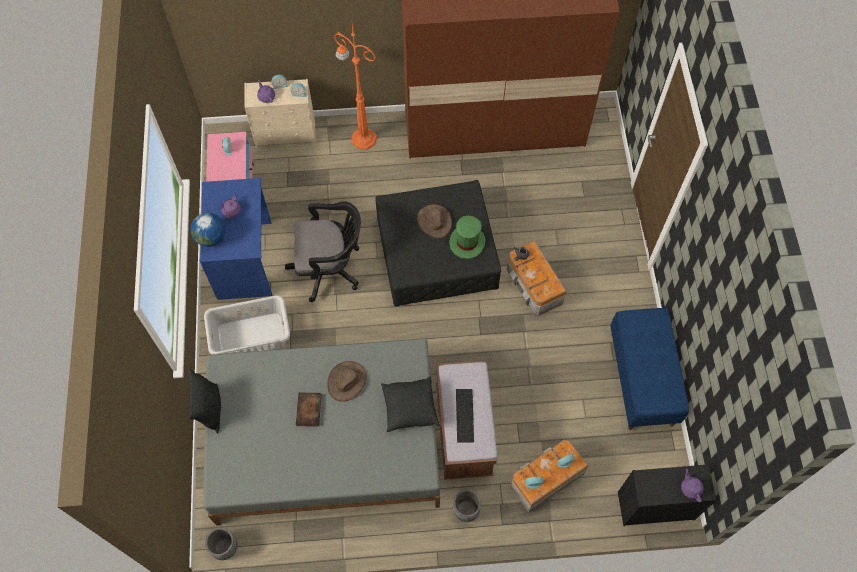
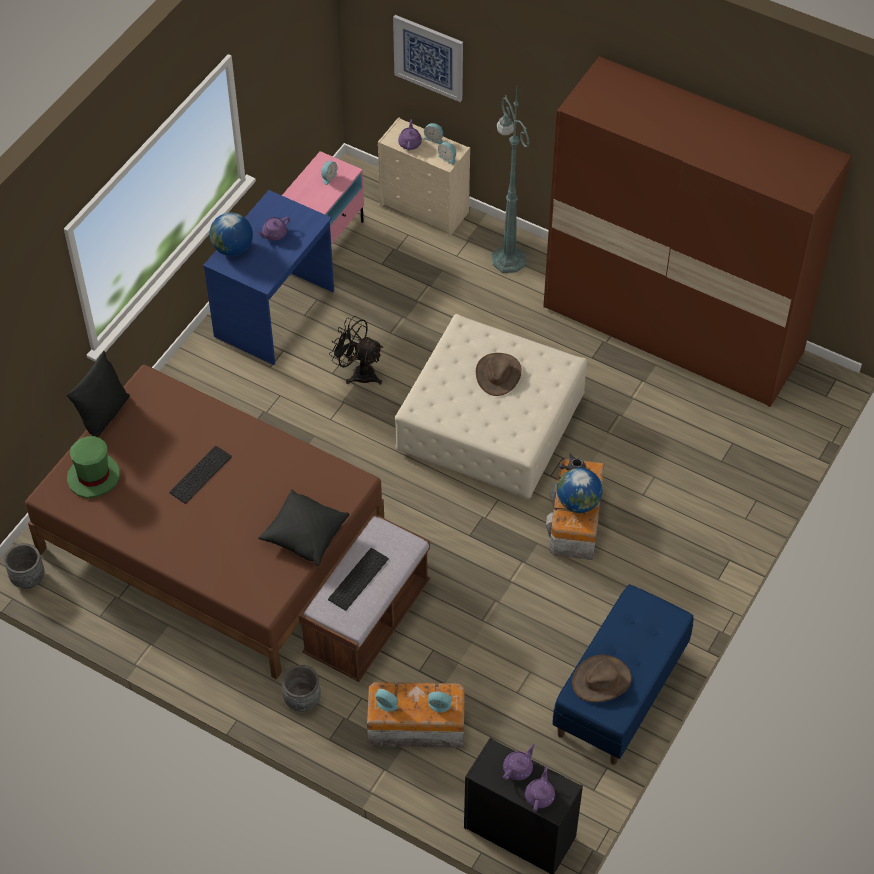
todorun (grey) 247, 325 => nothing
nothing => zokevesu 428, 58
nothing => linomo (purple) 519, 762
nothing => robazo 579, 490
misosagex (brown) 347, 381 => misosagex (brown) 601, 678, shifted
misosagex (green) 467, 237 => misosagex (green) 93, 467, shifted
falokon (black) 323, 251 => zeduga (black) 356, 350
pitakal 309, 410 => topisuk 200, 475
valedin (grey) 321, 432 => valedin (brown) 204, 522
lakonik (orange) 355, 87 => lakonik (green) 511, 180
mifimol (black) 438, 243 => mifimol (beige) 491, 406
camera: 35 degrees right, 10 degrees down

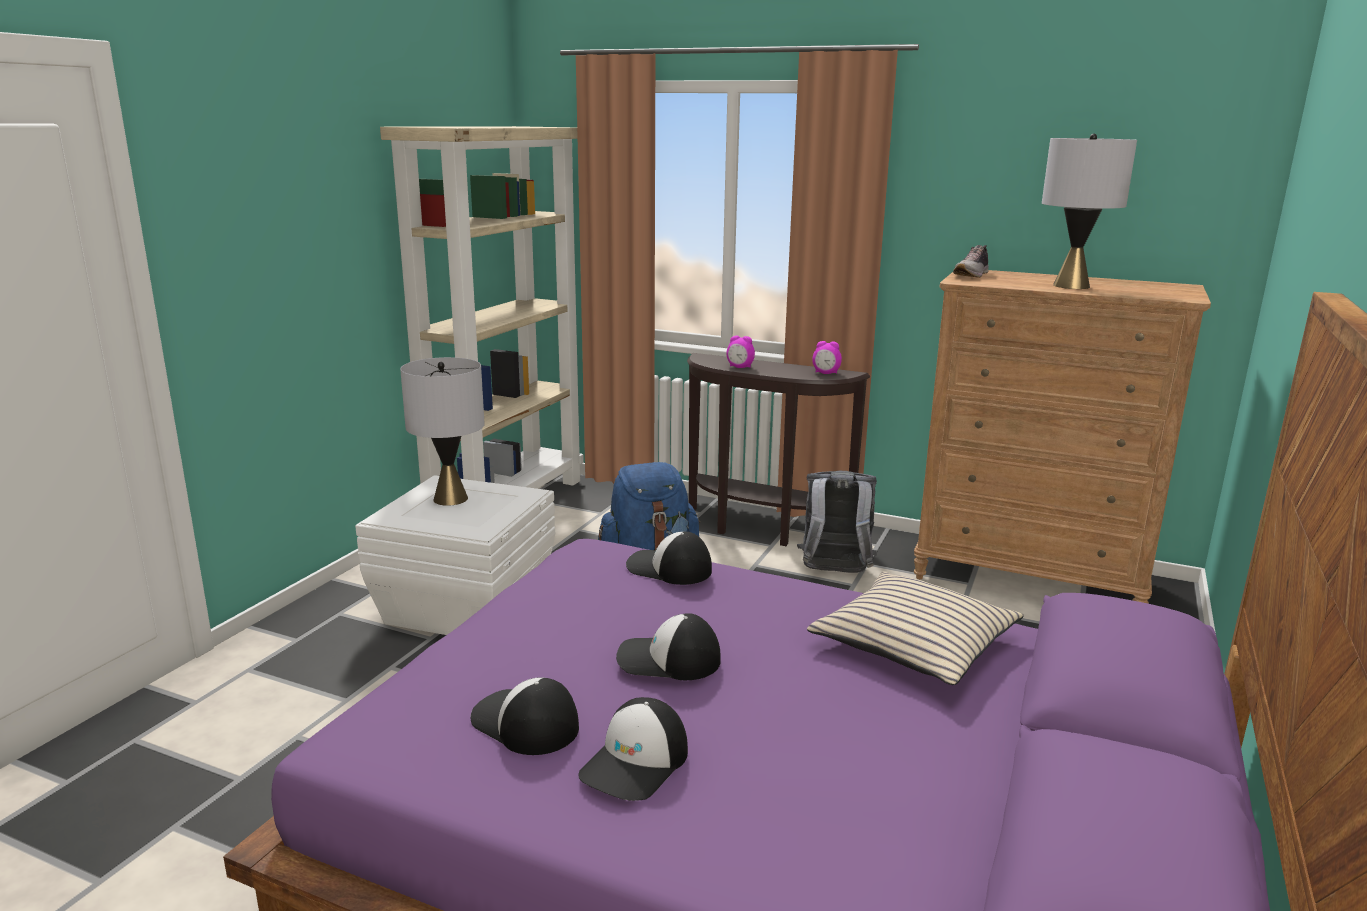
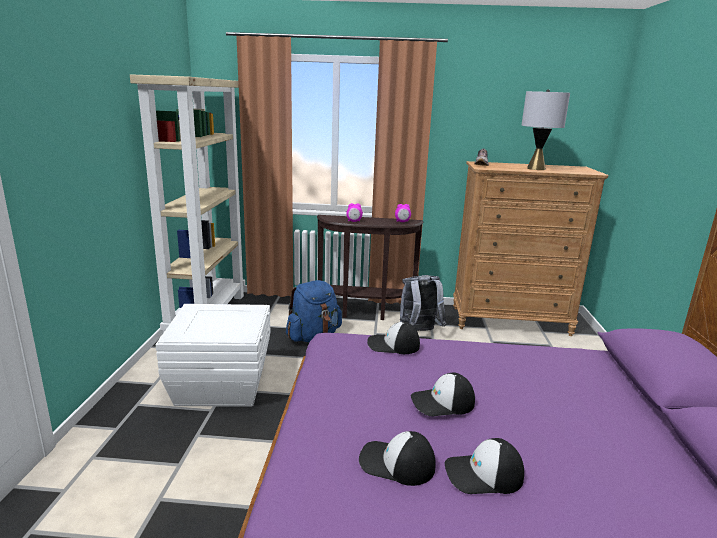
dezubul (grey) 442, 431 => nothing
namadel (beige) 915, 628 => nothing
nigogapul 633, 749 => nigogapul 484, 466, 75 degrees clockwise
camera: 20 degrees left, 0 degrees up

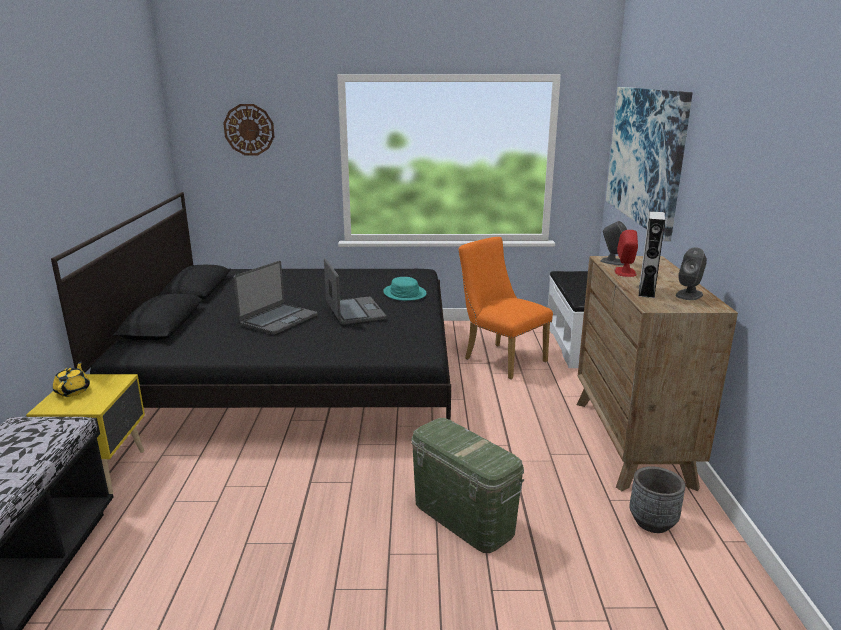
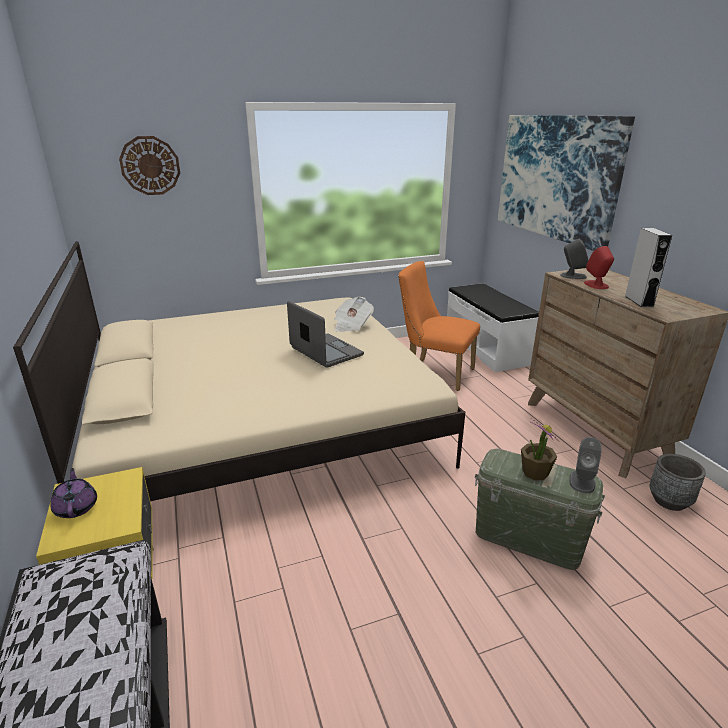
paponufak 275, 298 => nothing
nothing => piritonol 539, 449
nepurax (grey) 691, 273 => nepurax (grey) 585, 465, shifted
misosagex (turquoise) 405, 289 => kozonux 354, 314
valedin (black) 251, 306 => valedin (beige) 239, 371
linomo (yellow) 71, 379 => linomo (purple) 73, 493
camera: 20 degrees left, 5 degrees up

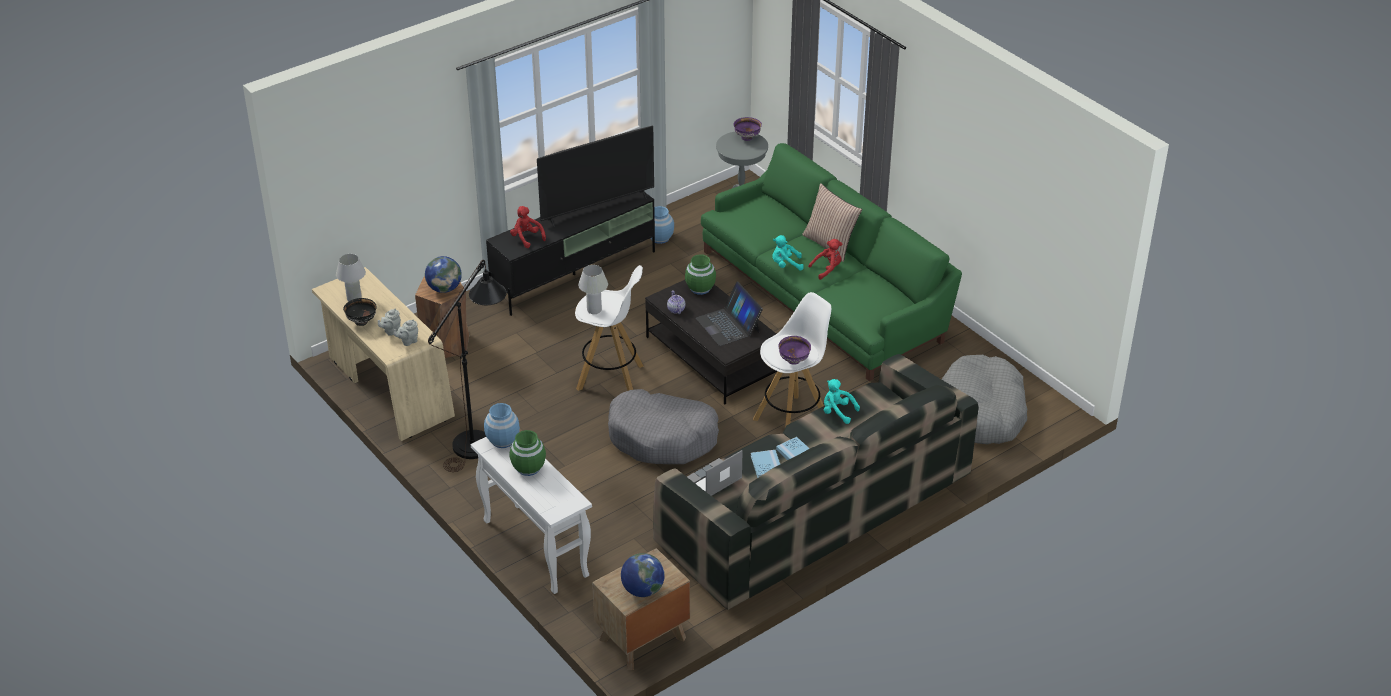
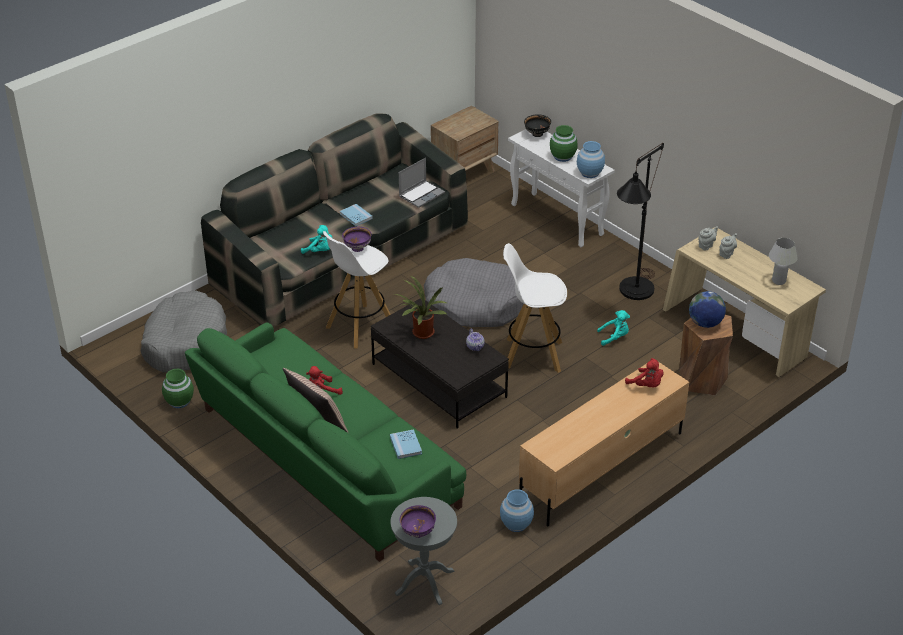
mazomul 595, 176 => nothing
dezubul (white) 593, 289 => nothing
robazo 643, 575 => nothing
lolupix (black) 360, 312 => lolupix (black) 537, 125, shifted
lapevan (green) 700, 274 => lapevan (green) 178, 388, shifted
pitakal (blue) 765, 464 => pitakal (blue) 406, 444, shifted
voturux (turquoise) 788, 252 => voturux (turquoise) 613, 328, shifted
paponufak 729, 314 => piritonol 421, 307
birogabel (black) 570, 254 => birogabel (beige) 604, 444
camera: 175 degrees right, 0 degrees up

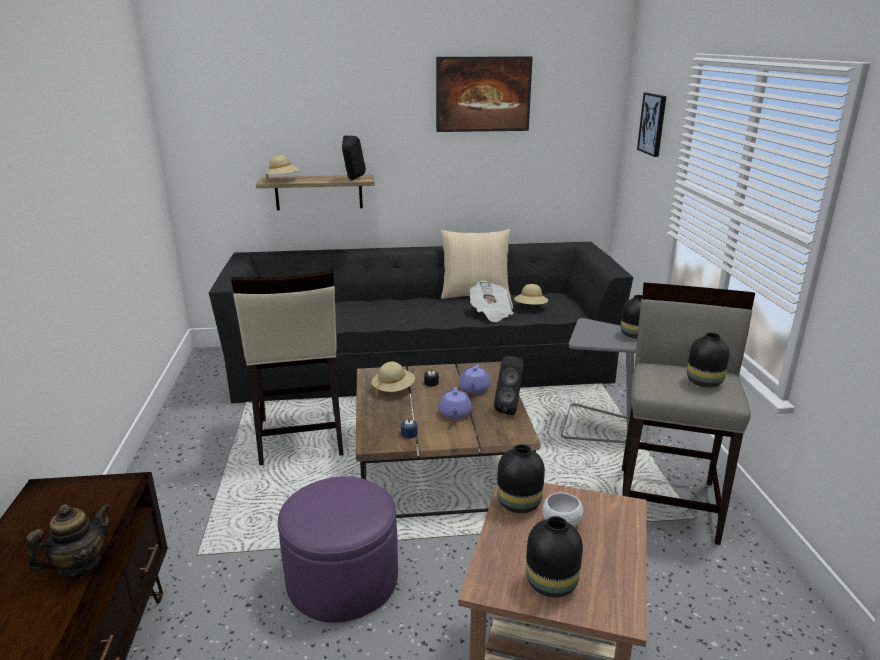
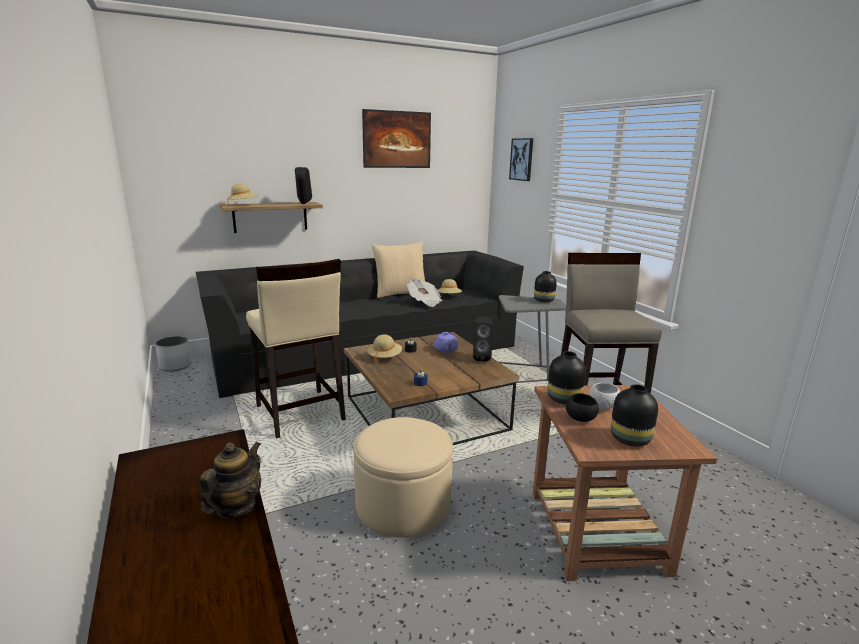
linomo (purple) 455, 403 => nothing
lapevan (black) 708, 360 => nothing
nothing => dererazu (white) 173, 353
nothing => lolupix (black) 582, 407
mifimol (purple) 338, 549 => mifimol (beige) 403, 477
camera: 20 degrees left, 5 degrees down

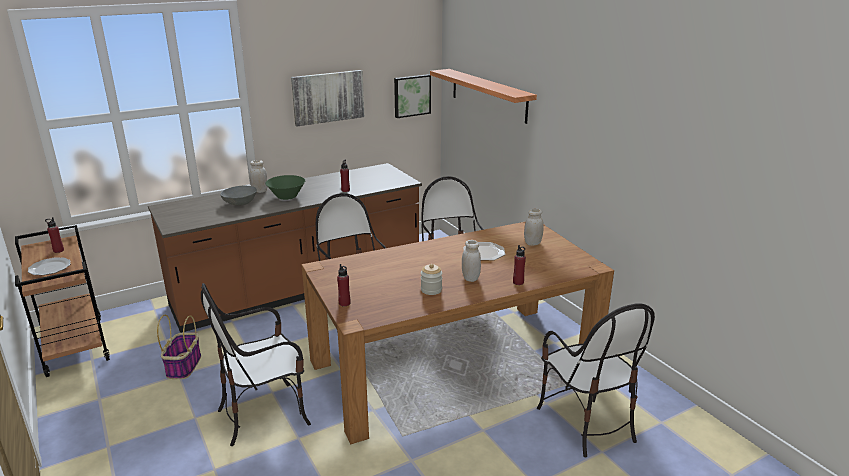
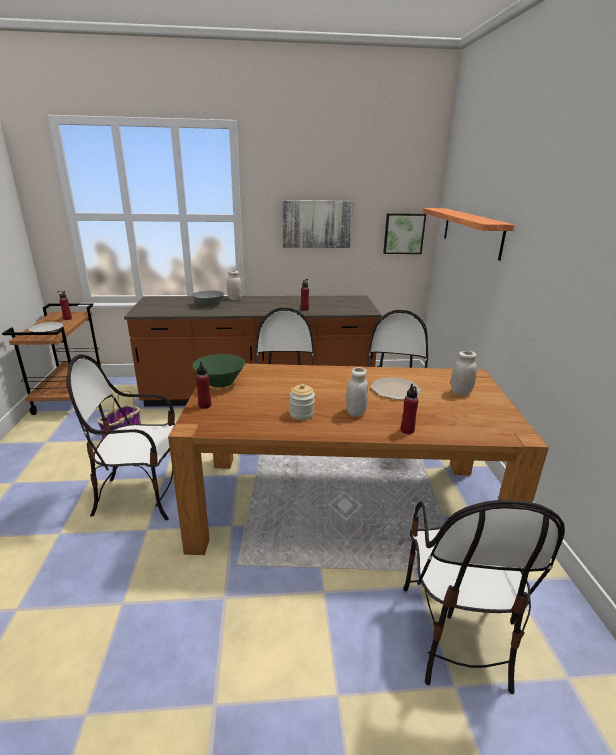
lolupix (green) 285, 187 => lolupix (green) 218, 371, shifted
camera: 25 degrees right, 0 degrees up

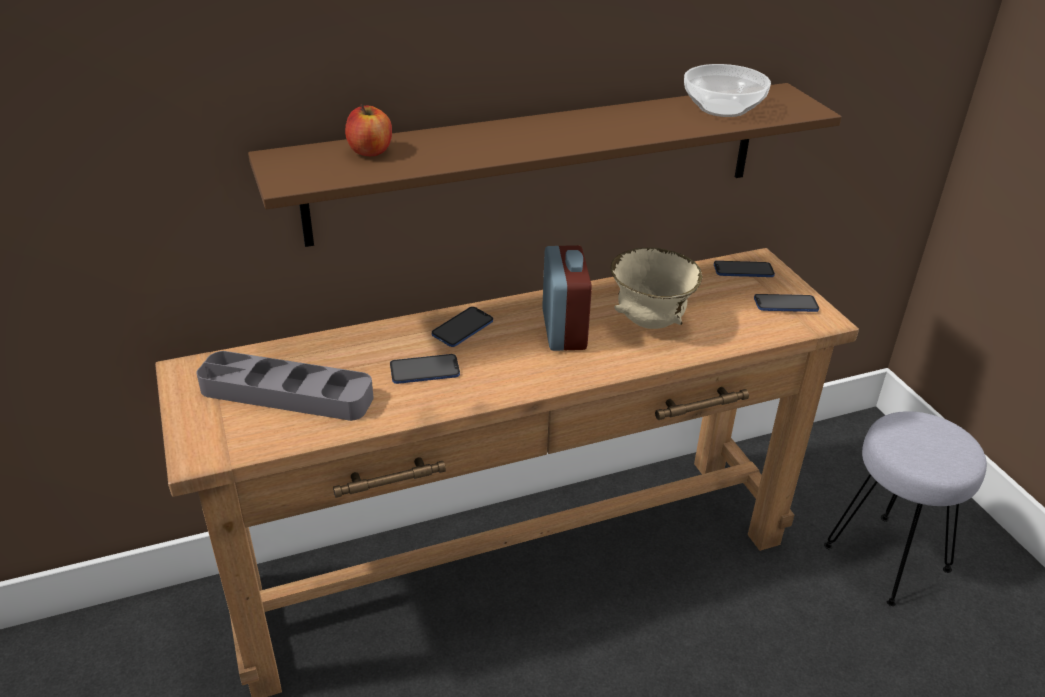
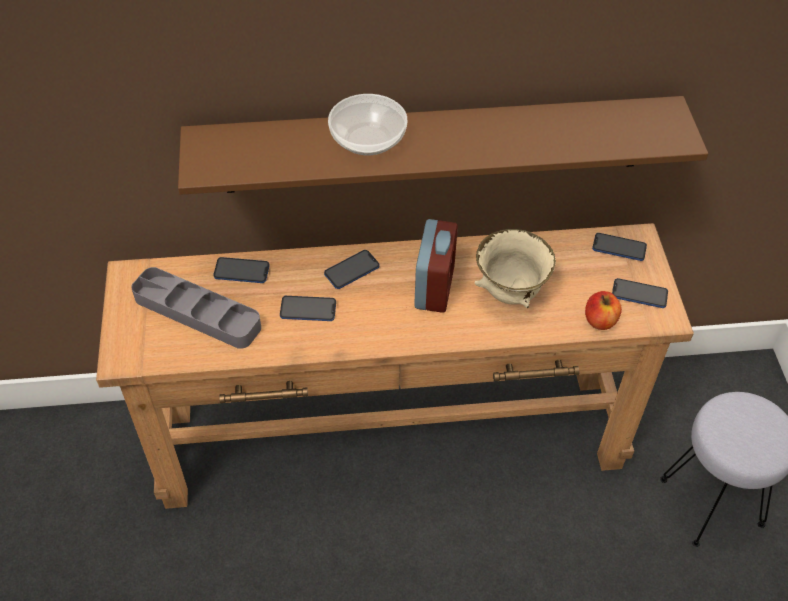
nothing => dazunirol 241, 270
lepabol 368, 130 => lepabol 603, 310, shifted
lolupix 727, 90 => lolupix 367, 124, shifted
camera: 15 degrees right, 15 degrees up

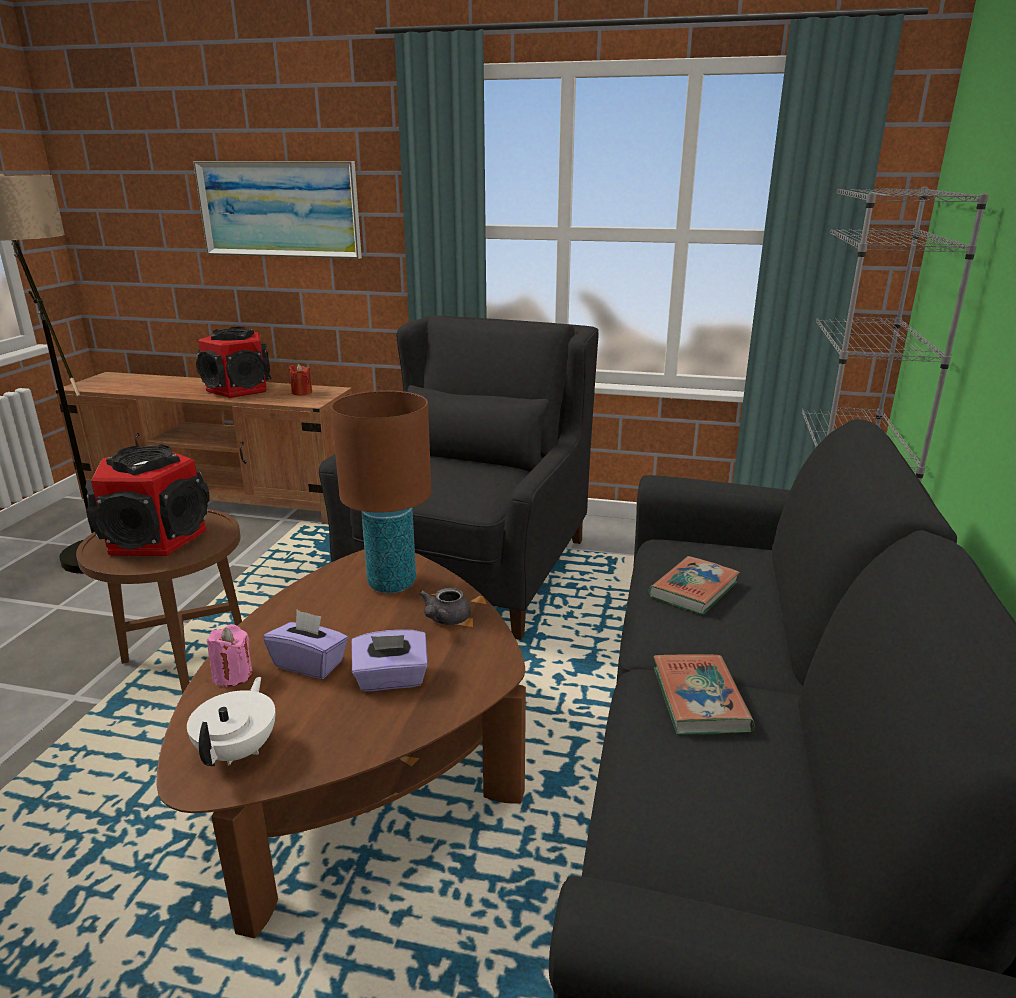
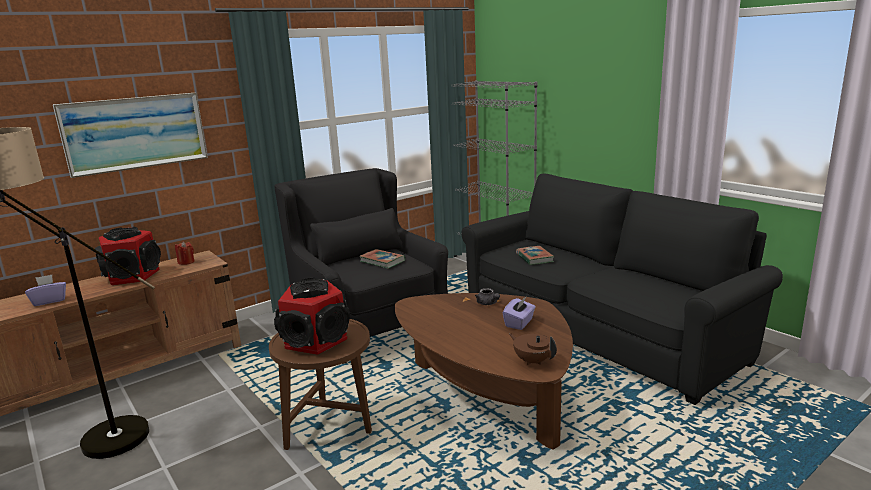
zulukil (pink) 230, 655 => nothing
dezubul (brown) 381, 491 => nothing
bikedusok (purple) 305, 644 => bikedusok (purple) 45, 290, shifted
pitakal 704, 694 => pitakal 382, 259, shifted
linomo (white) 231, 721 => linomo (brown) 533, 349
camera: 50 degrees left, 5 degrees down

